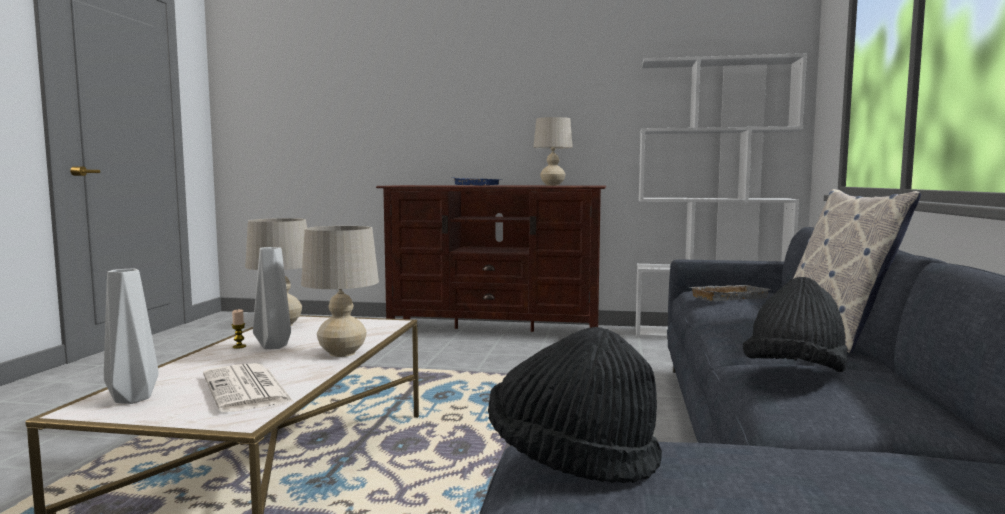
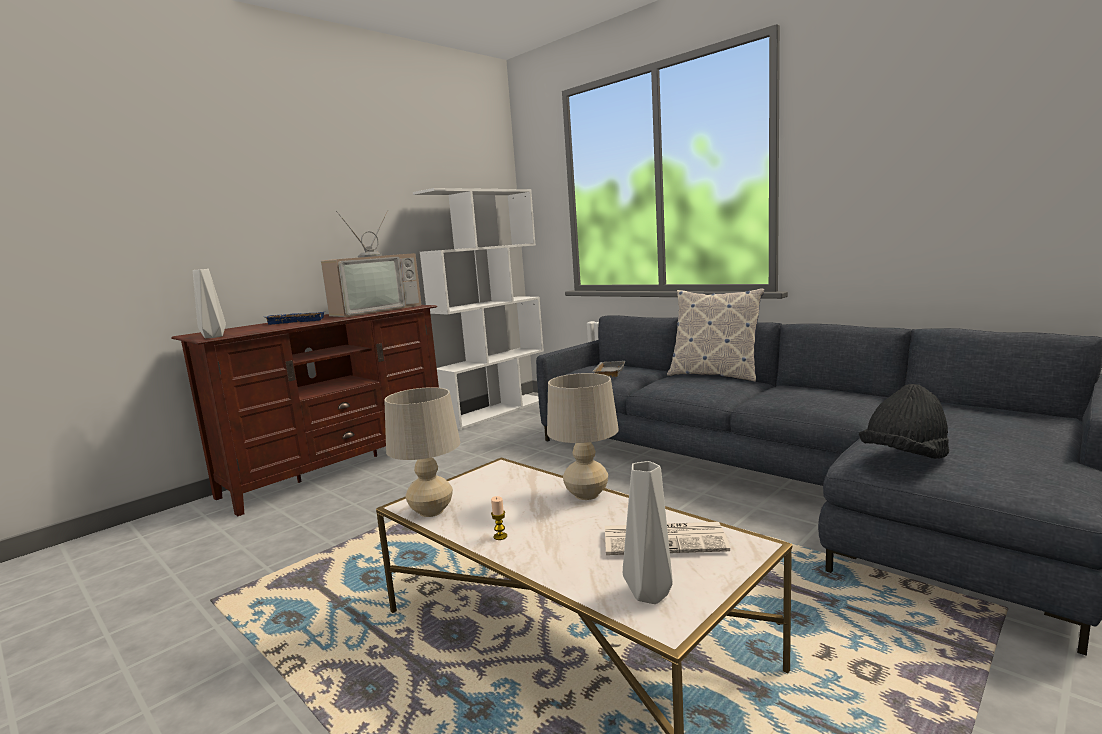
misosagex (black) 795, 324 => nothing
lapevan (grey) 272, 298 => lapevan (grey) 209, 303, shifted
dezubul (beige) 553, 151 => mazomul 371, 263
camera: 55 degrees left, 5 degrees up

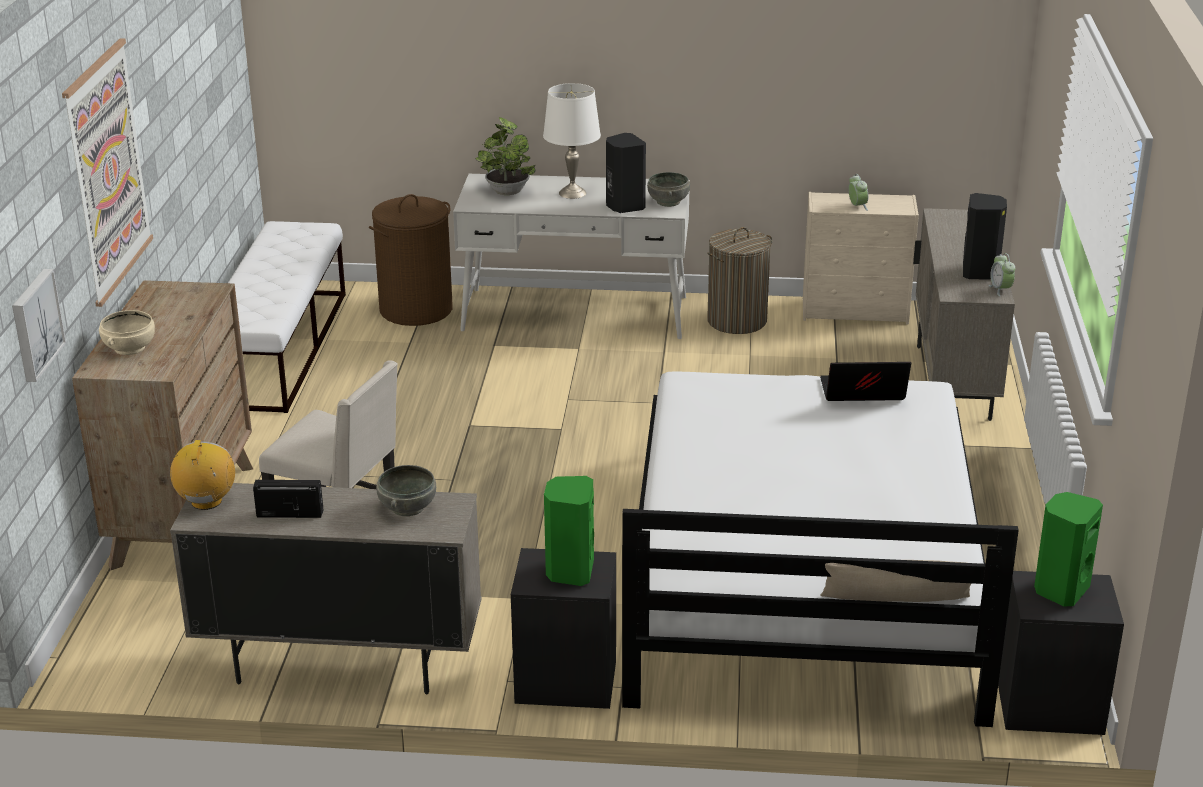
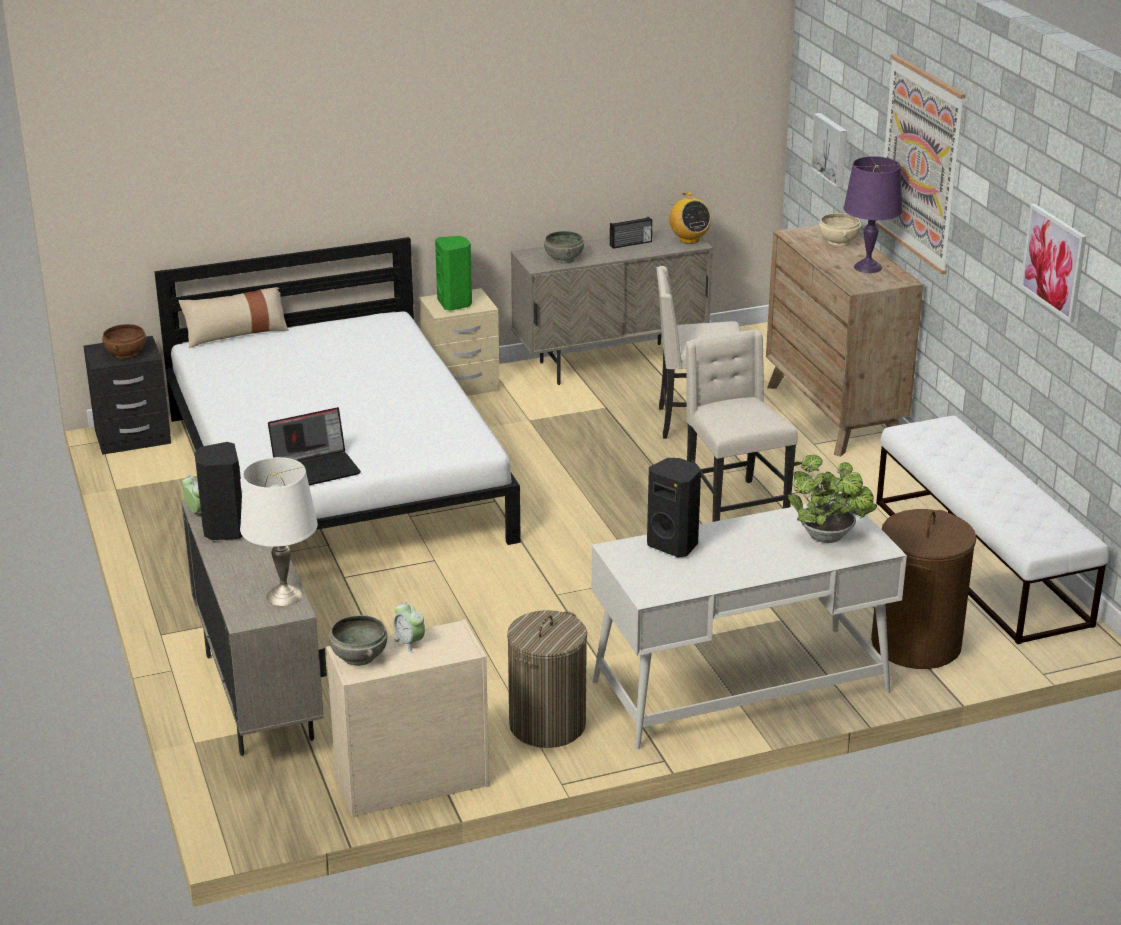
nothing => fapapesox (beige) 742, 426
nothing => dezubul (purple) 873, 214
nothing => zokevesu 1053, 263
dezubul (white) 572, 141 => dezubul (white) 279, 531, shifted
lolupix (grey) 668, 189 => lolupix (grey) 358, 640, shifted
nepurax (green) 1068, 549 => lolupix (brown) 124, 341
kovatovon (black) 563, 628 => kovatovon (beige) 459, 342
camera: 155 degrees right, 0 degrees up

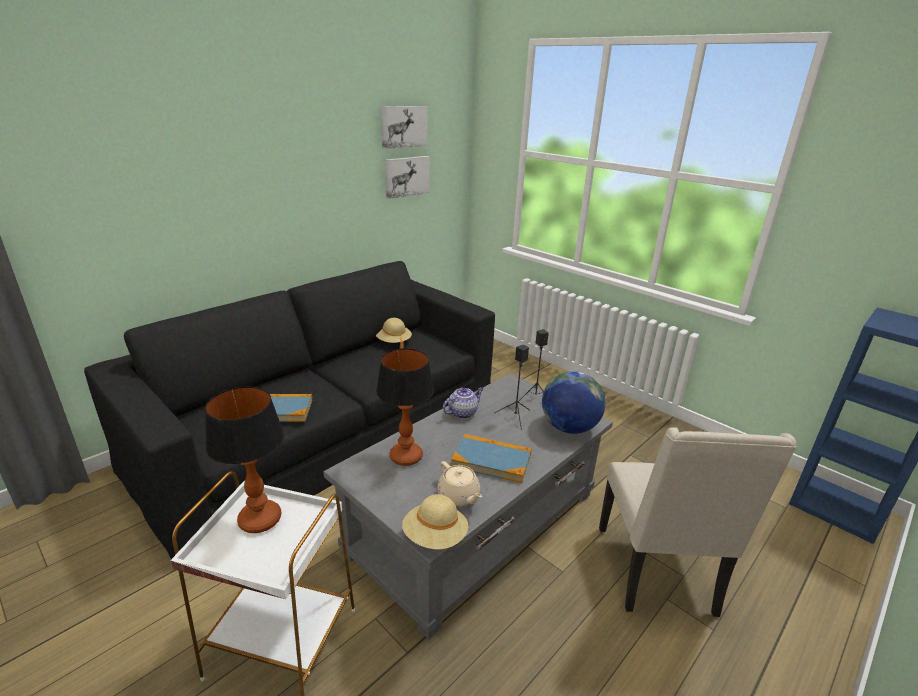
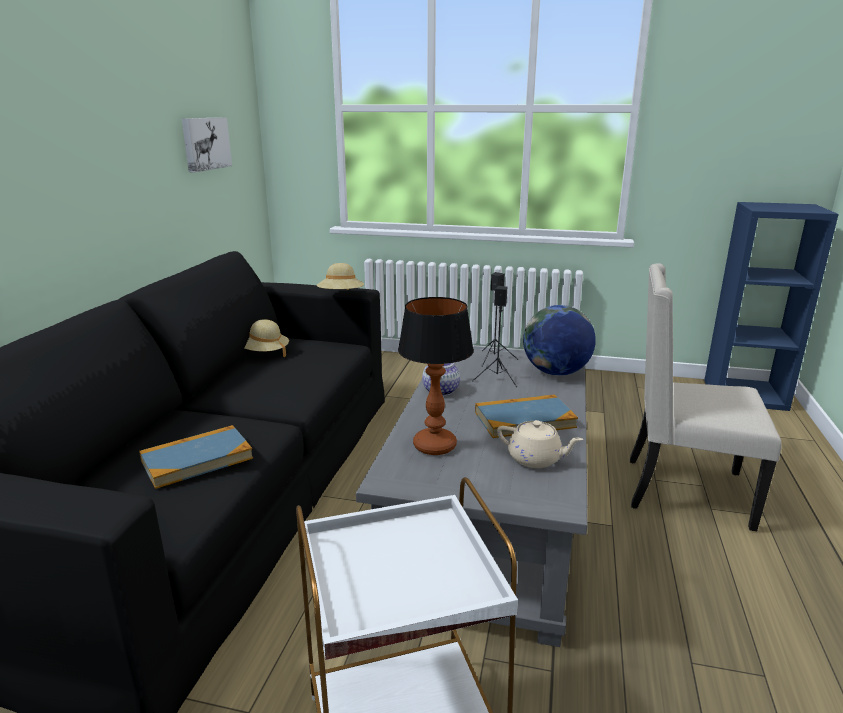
dezubul 244, 459 => nothing
zokevesu 404, 127 => nothing
misosagex (beige) 435, 521 => misosagex (beige) 340, 276, shifted
fapapesox (beige) 698, 522 => fapapesox (beige) 706, 397, 135 degrees clockwise
camera: 30 degrees left, 5 degrees down

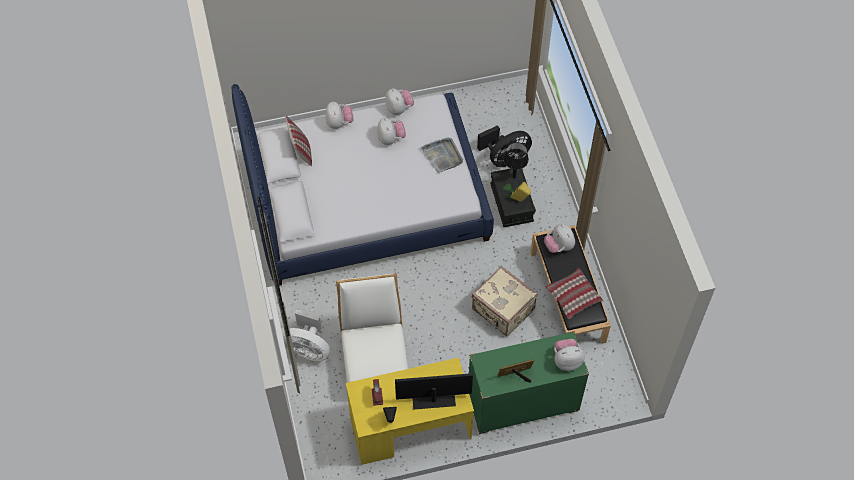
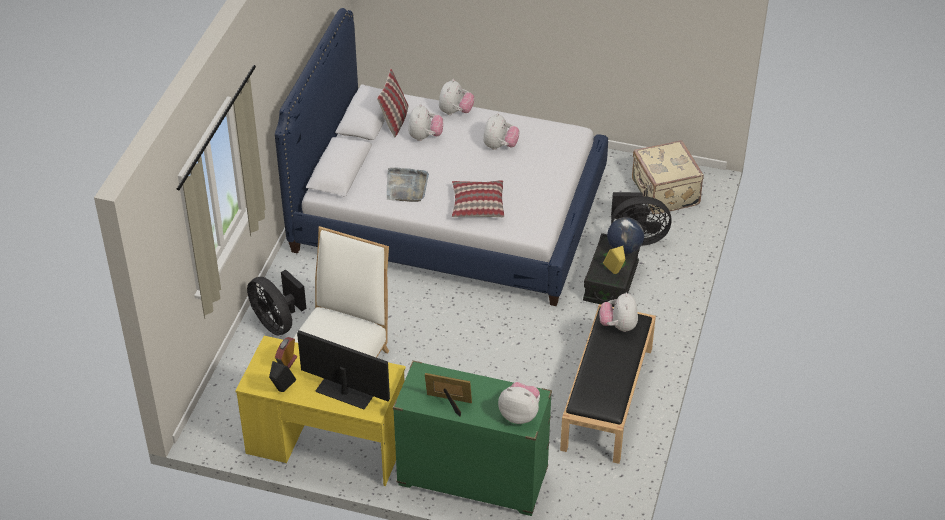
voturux 399, 101 => voturux 425, 122, shifted
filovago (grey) 442, 155 => filovago (grey) 408, 185, shifted
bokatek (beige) 504, 301 => bokatek (beige) 668, 177, shifted
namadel 574, 293 => namadel 478, 198, shifted
dezubul (black) 516, 160 => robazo 625, 235
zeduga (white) 306, 335 => zeduga (black) 276, 302
camera: 30 degrees right, 15 degrees down

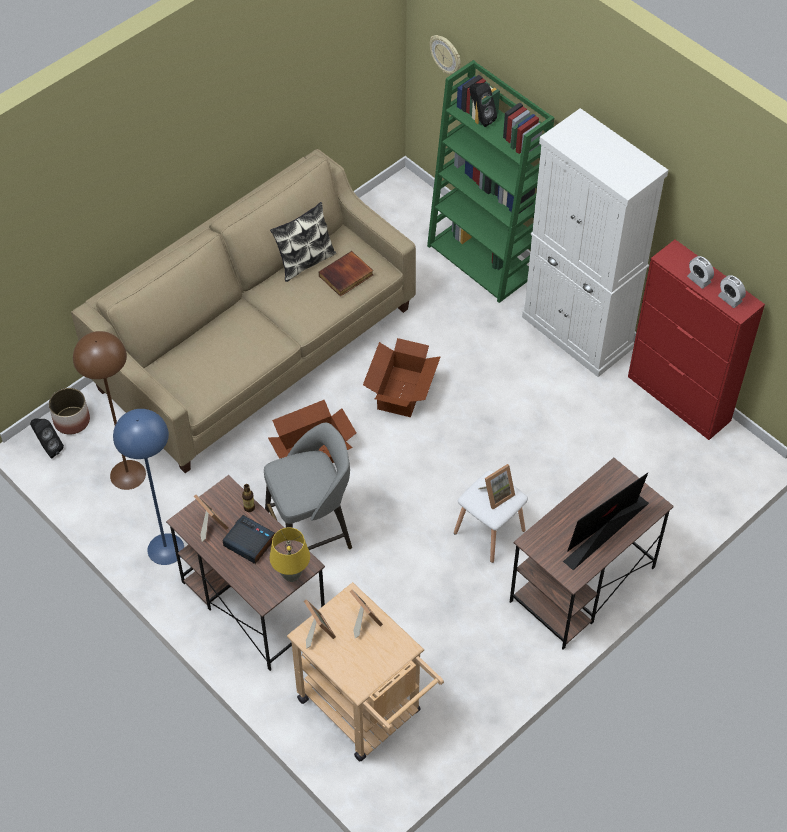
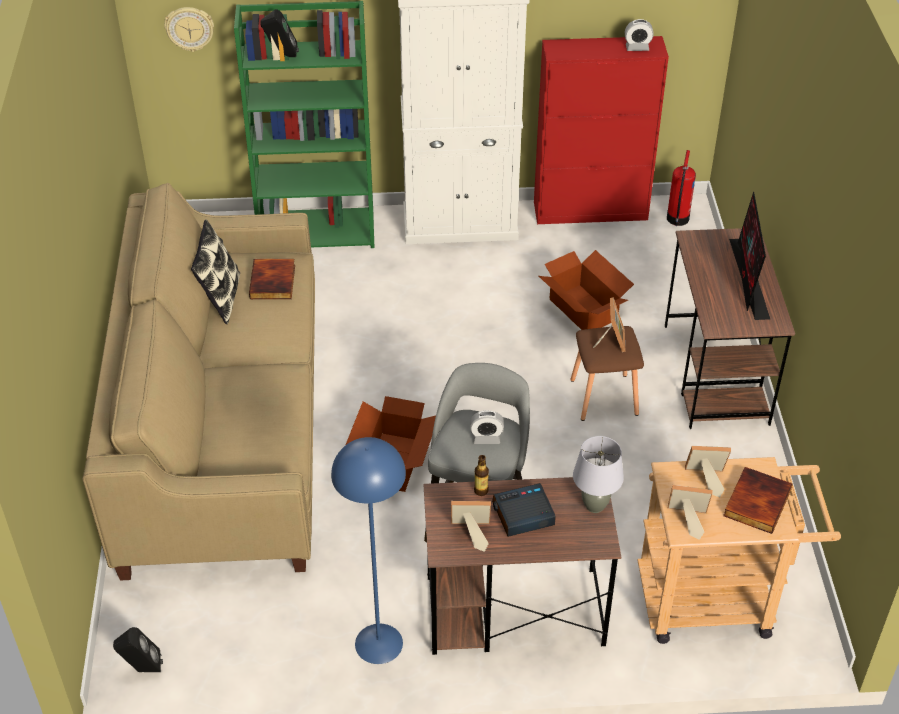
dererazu 69, 411 => nothing
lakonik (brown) 109, 410 => nothing
nothing => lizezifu 681, 188
nothing => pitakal 758, 500
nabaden 402, 377 => nabaden 586, 290, shifted
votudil 700, 272 => votudil 487, 427, shifted
dezubul (yellow) 290, 554 => dezubul (grey) 598, 474
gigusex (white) 491, 516 => gigusex (brown) 607, 373
camera: 50 degrees left, 10 degrees down

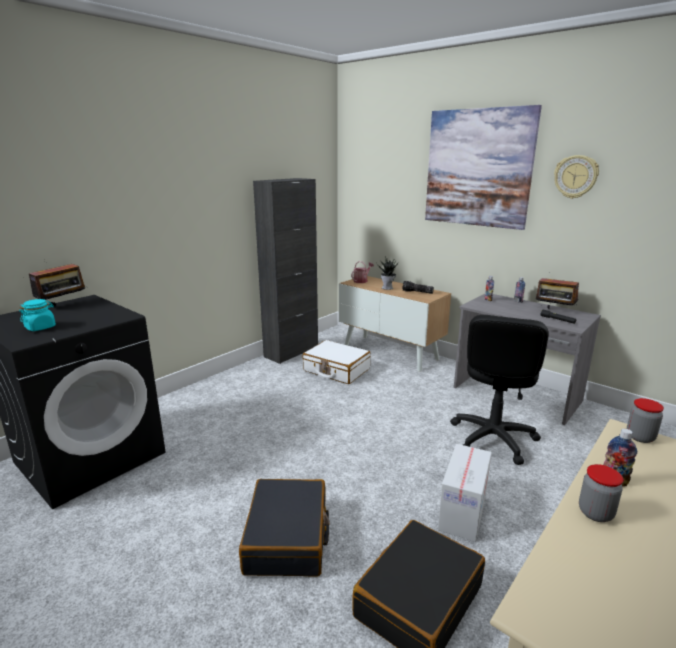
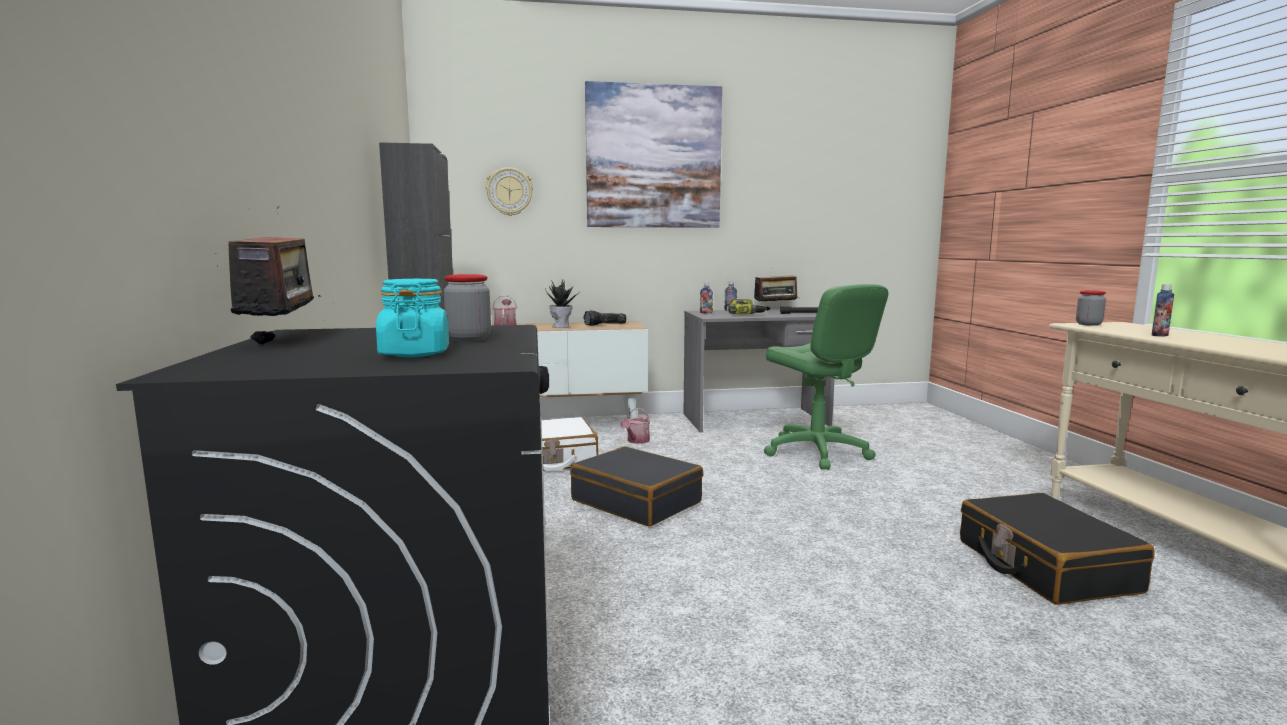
nabaden 465, 493 => nothing
nothing => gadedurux 635, 426
nothing => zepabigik 748, 306
bokatek (black) 284, 528 => bokatek (black) 636, 486, shifted
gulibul 576, 177 => gulibul 509, 191, shifted
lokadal 601, 493 => lokadal 467, 308, shifted
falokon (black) 499, 390 => falokon (green) 826, 376
camera: 50 degrees left, 10 degrees down

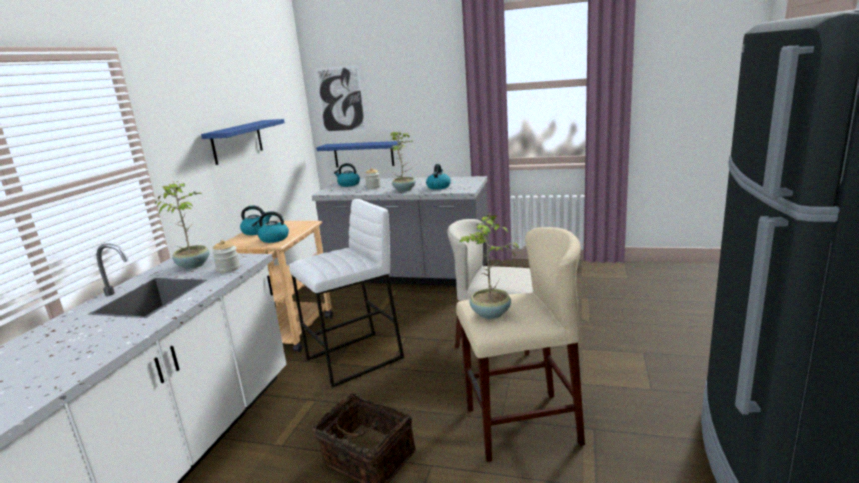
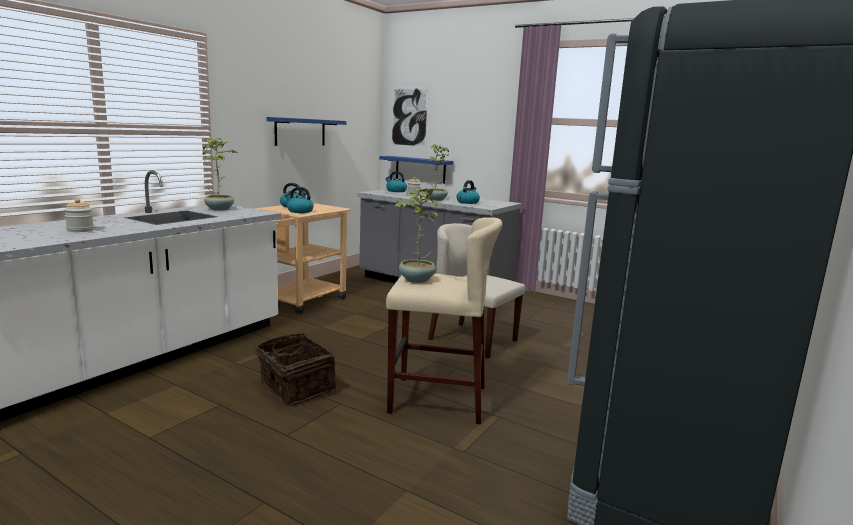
gigusex (white) 346, 293 => nothing
lokadal 226, 256 => lokadal 79, 215, shifted
camera: 15 degrees right, 5 degrees down

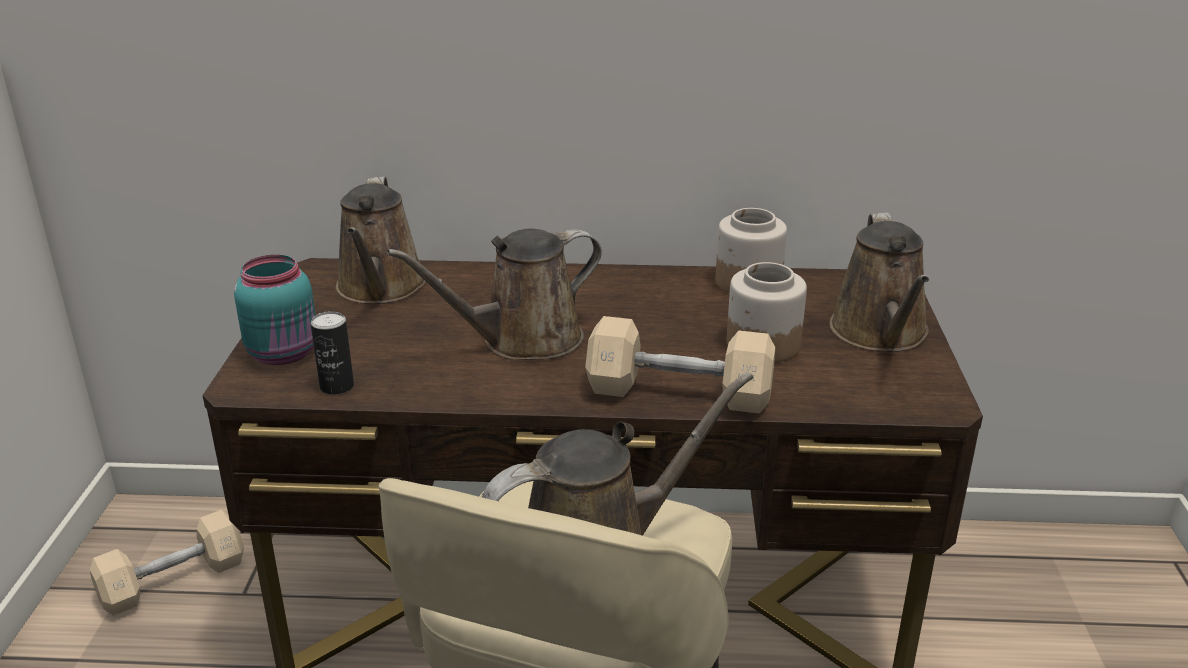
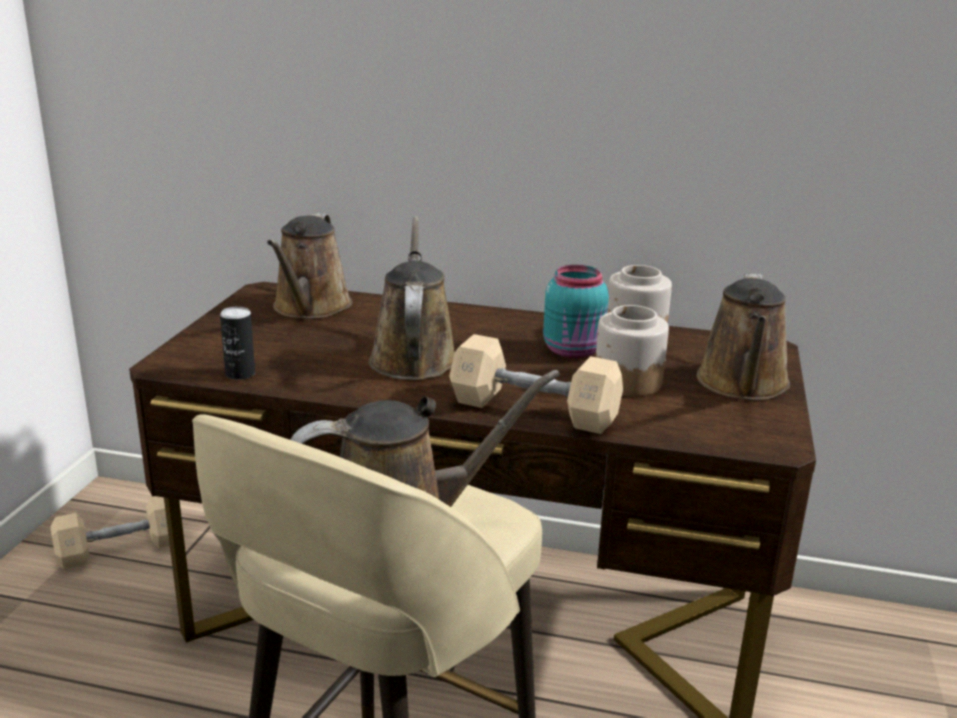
lokadal (turquoise) 274, 310 => lokadal (turquoise) 576, 311, shifted
gadedurux (brown) 494, 294 => gadedurux (brown) 412, 298, 105 degrees clockwise
camera: 10 degrees right, 5 degrees down

